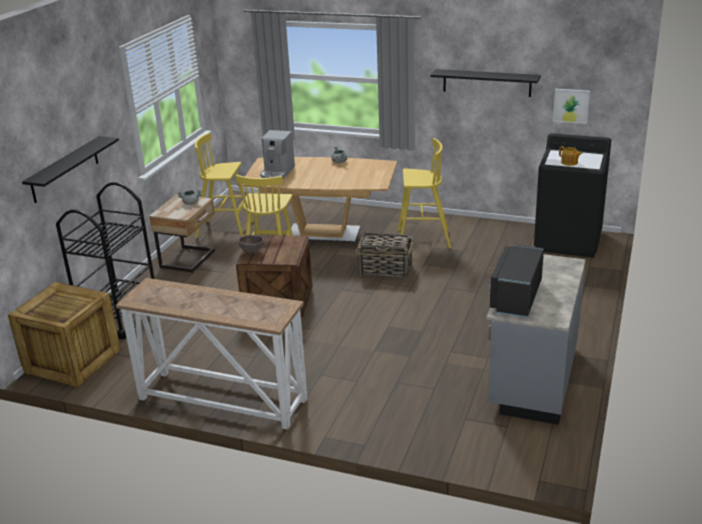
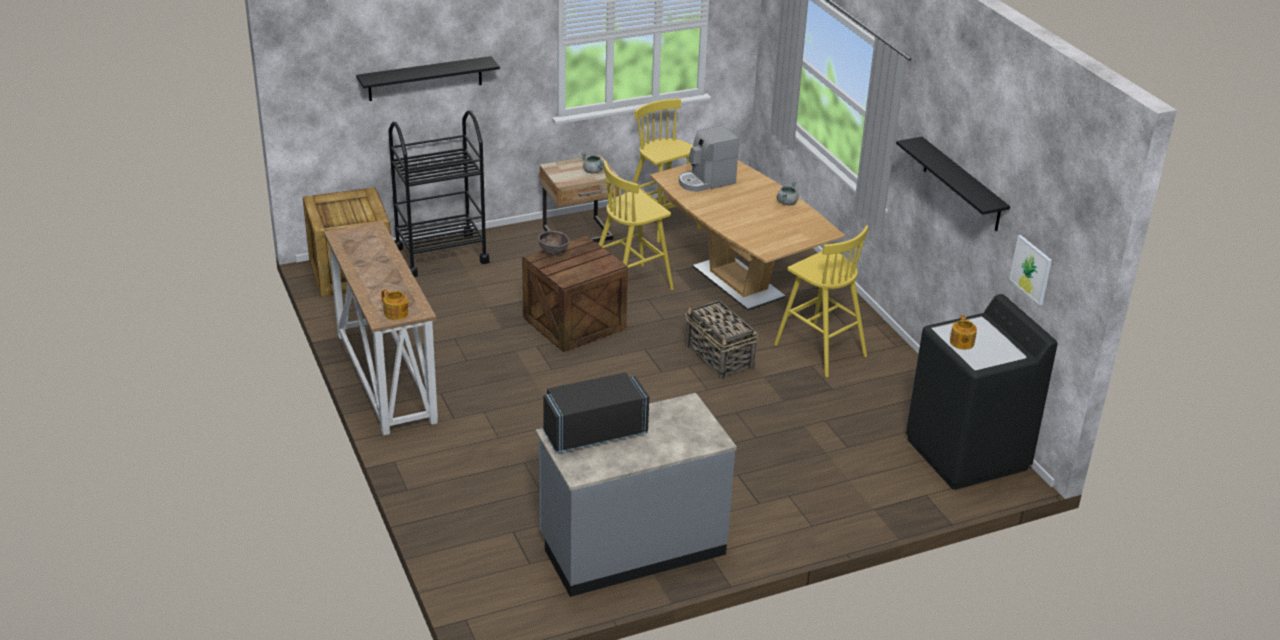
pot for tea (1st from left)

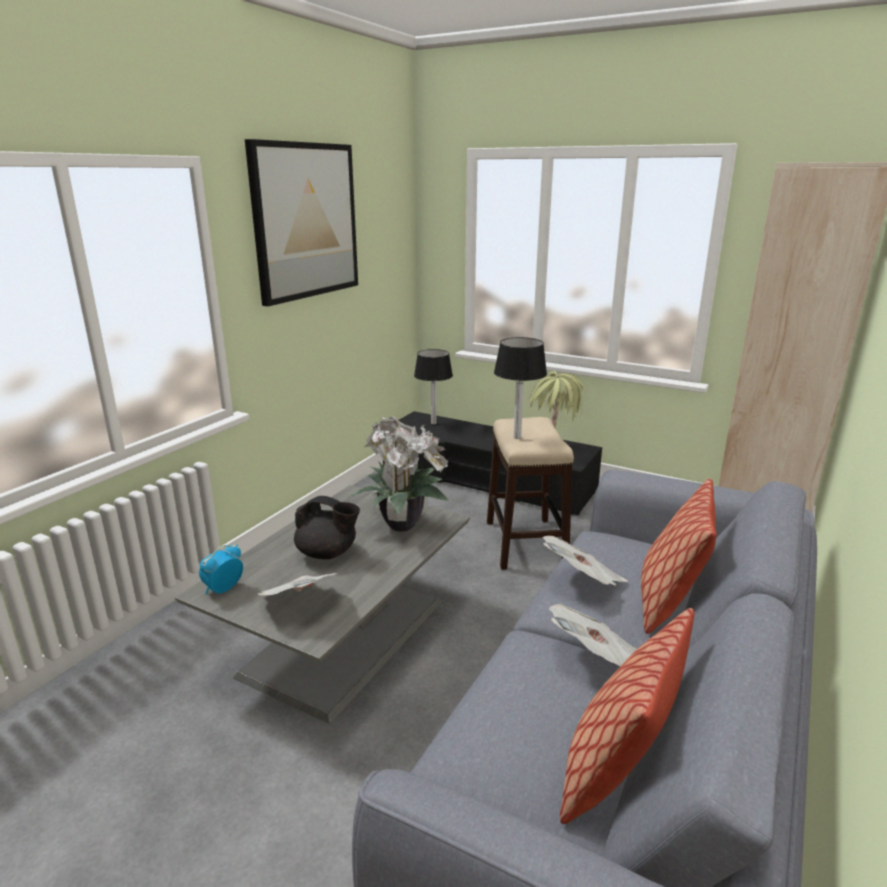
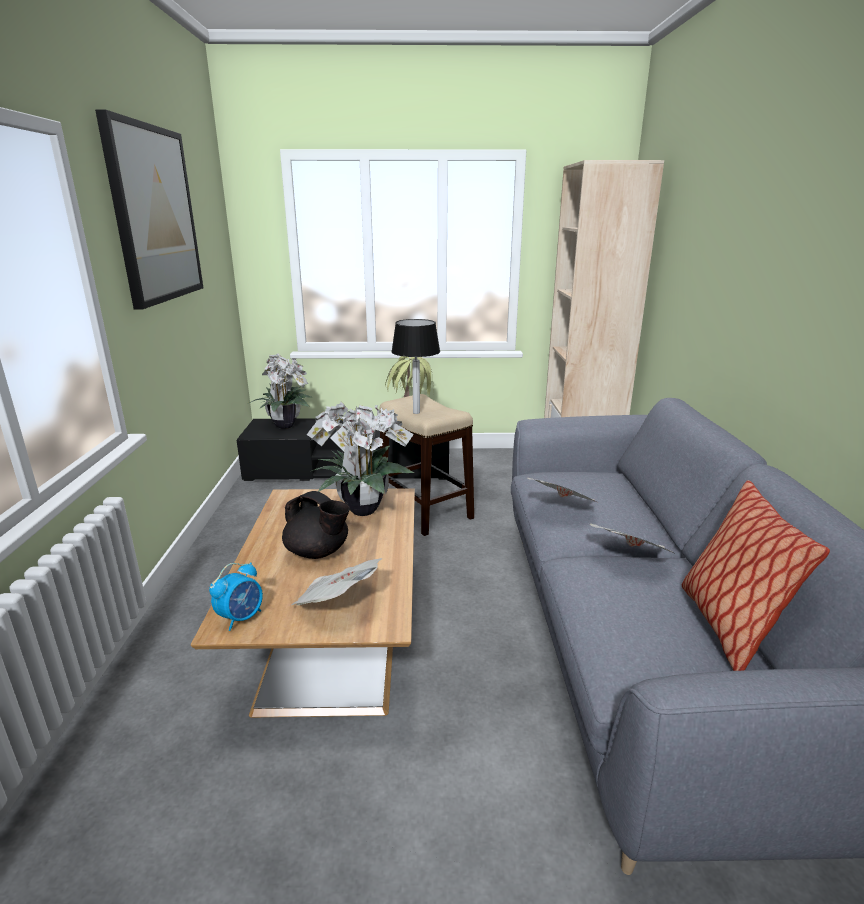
cushion (2nd from left in the first image); potted plant (1st from left); brown-coloured low table; alarm clock; black-coloured pot for tea

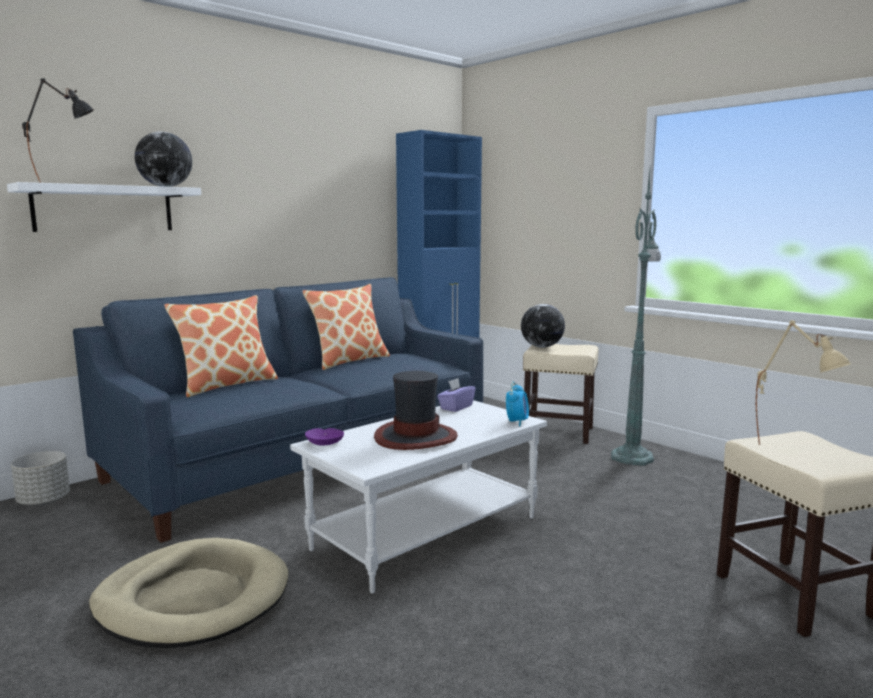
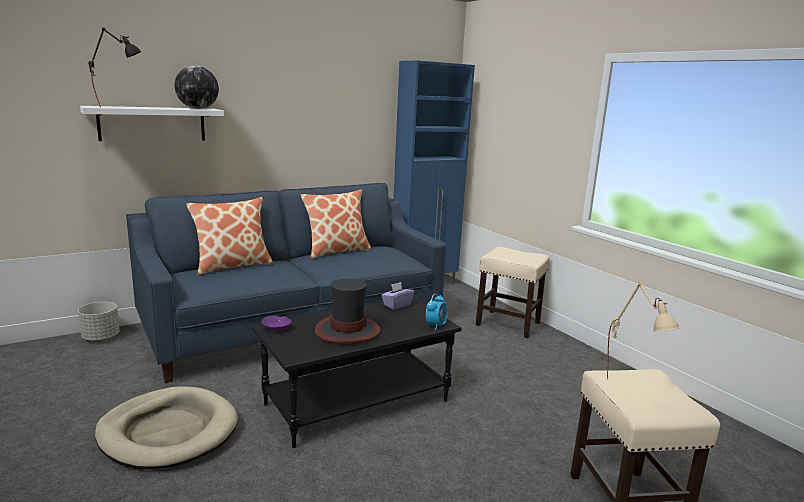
world globe (2nd from left in the first image); green standard lamp; black-coloured low table

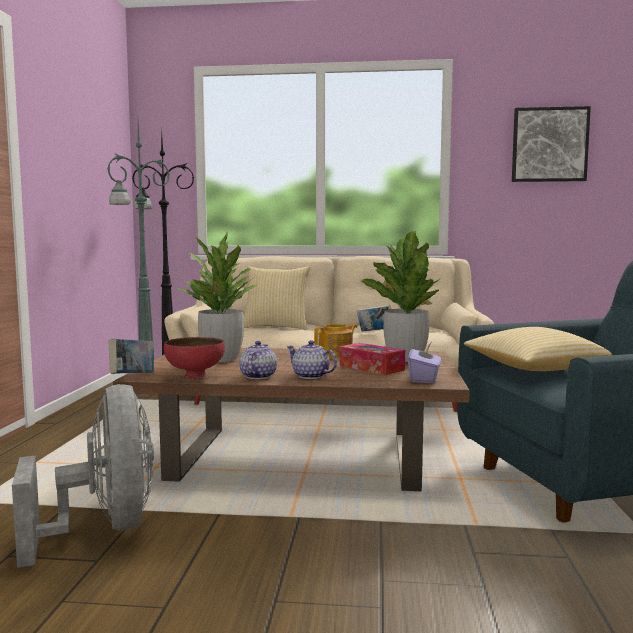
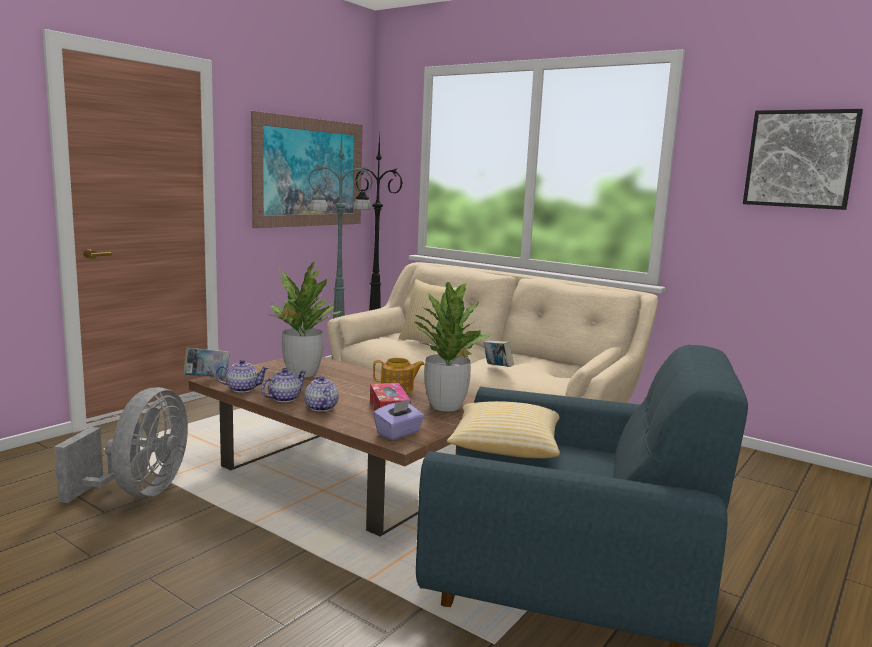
picture (1st from left); pot for tea (1st from left)

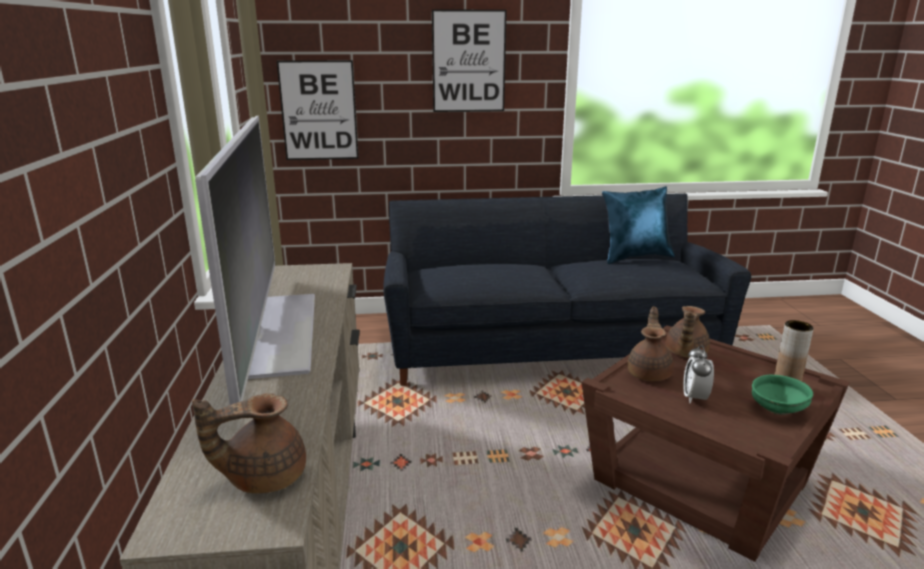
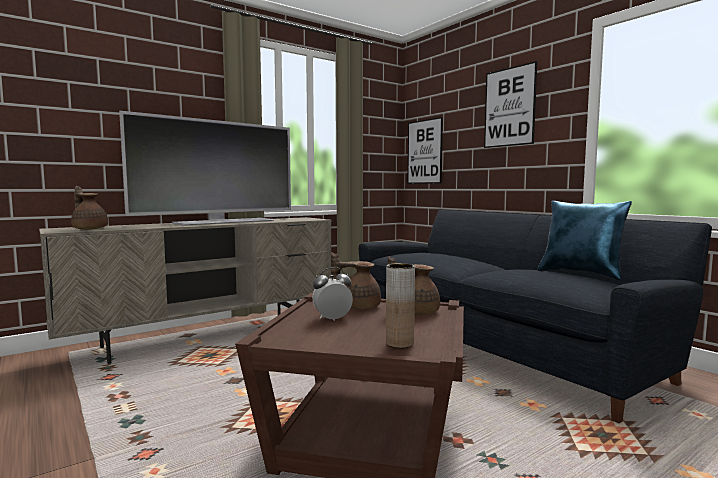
green serving bowl; brown-coloured pot for tea (2nd from left)

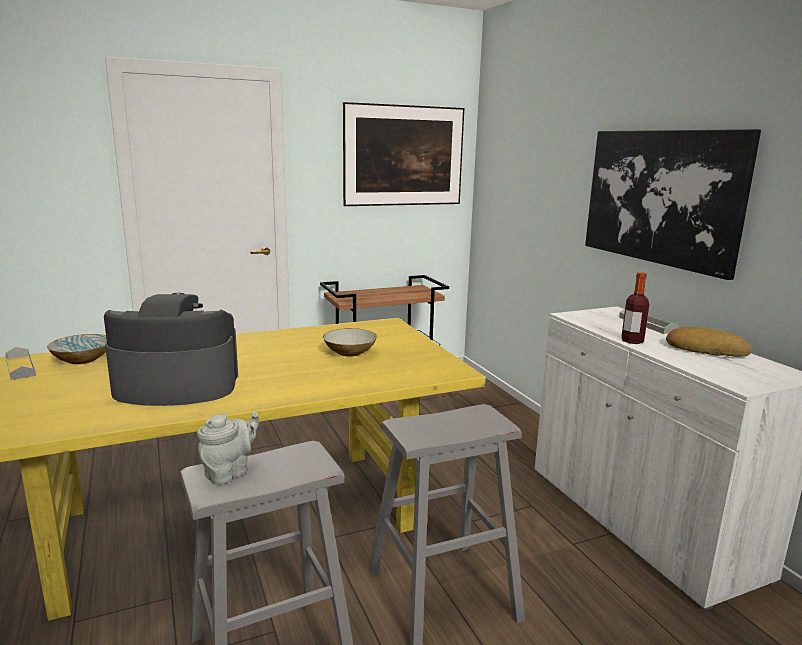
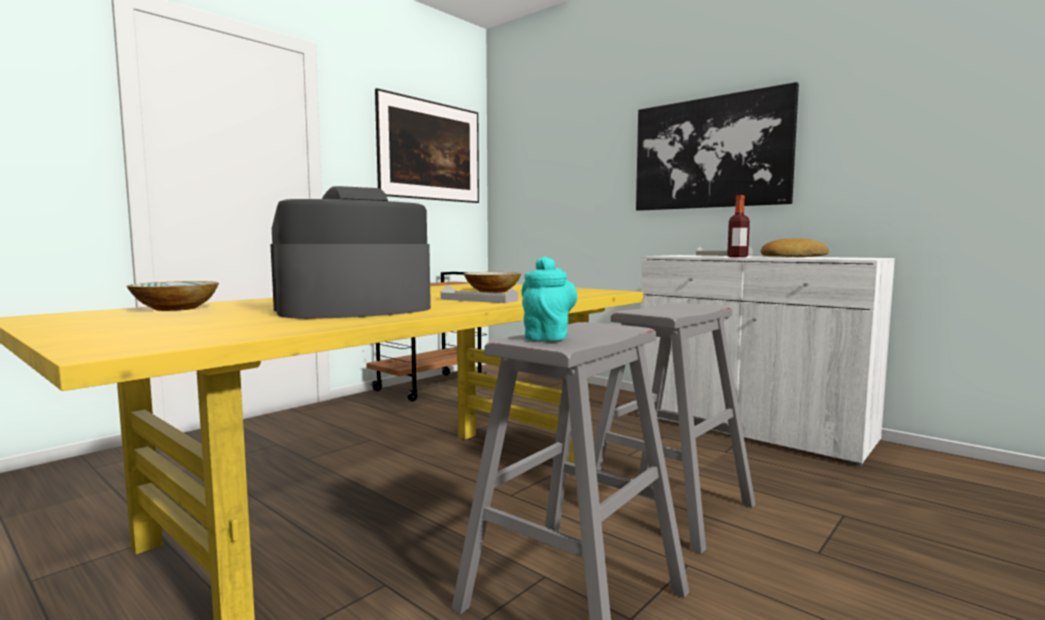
grey tray (1st from left); turquoise-coloured pot for tea

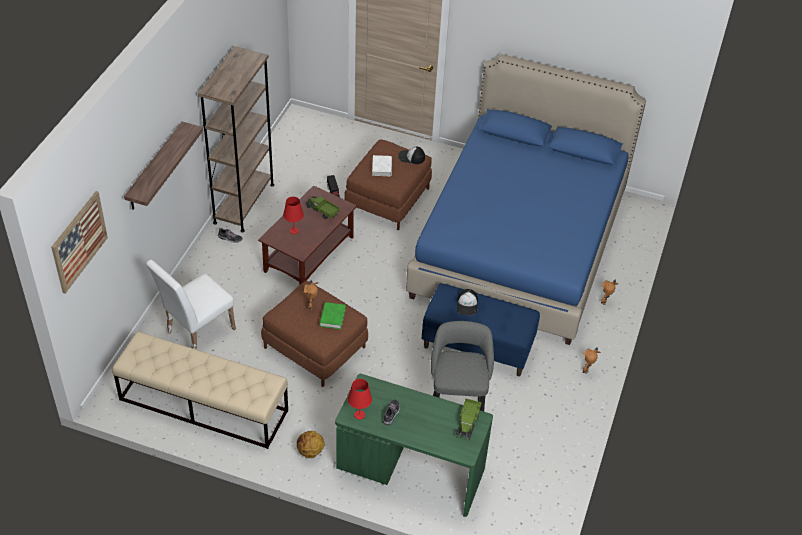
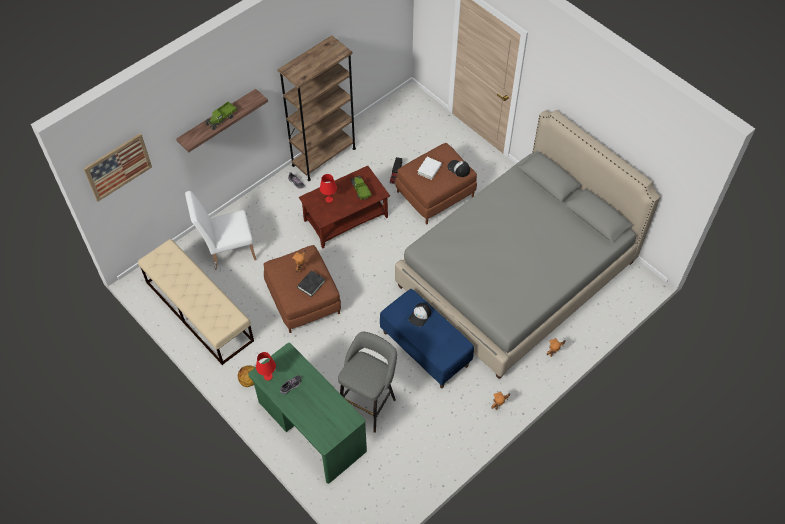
model truck (1st from left); black-coloured volume; grey bed

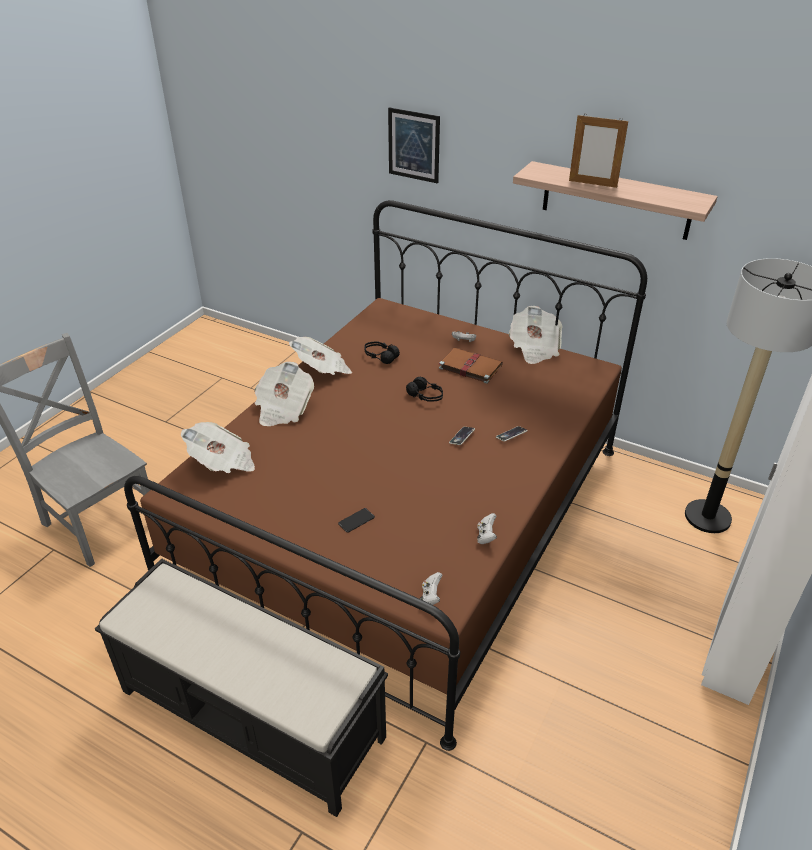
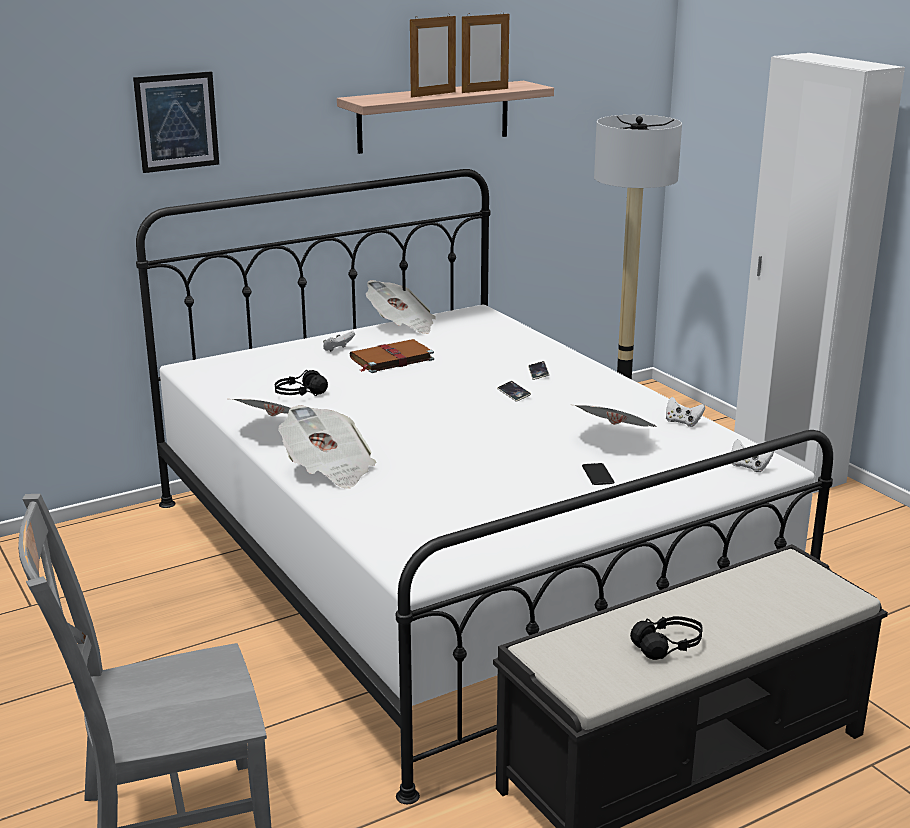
picture frame (2nd from left); daily paper (4th from left); black-coloured headset (2nd from left); white bed

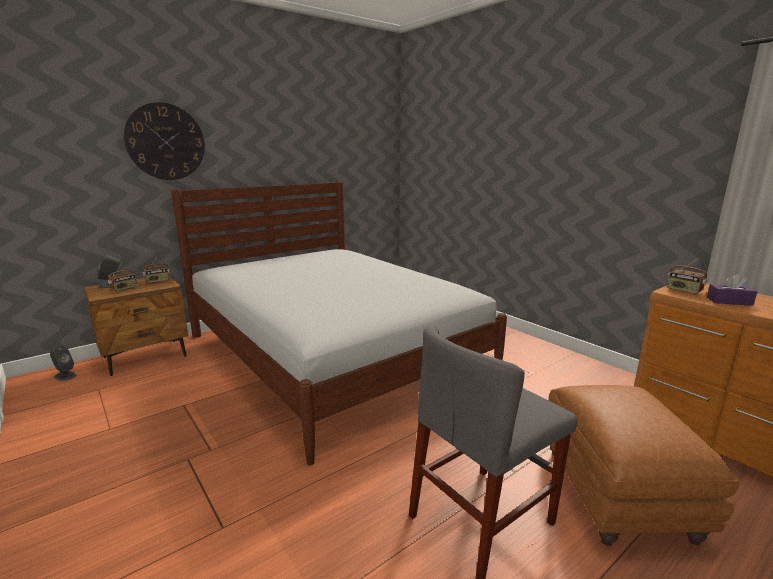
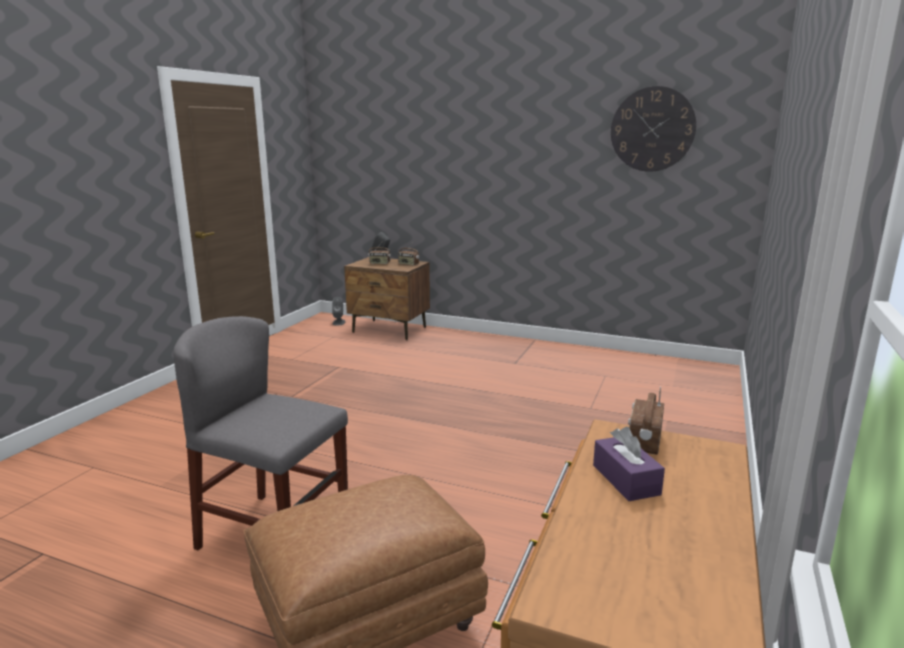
white bed; hanging clock

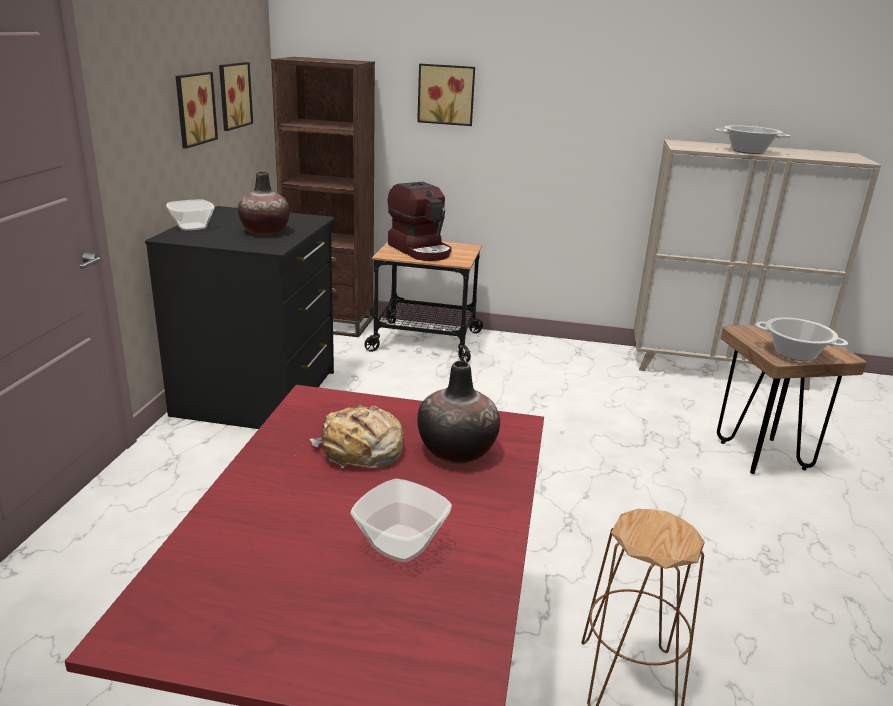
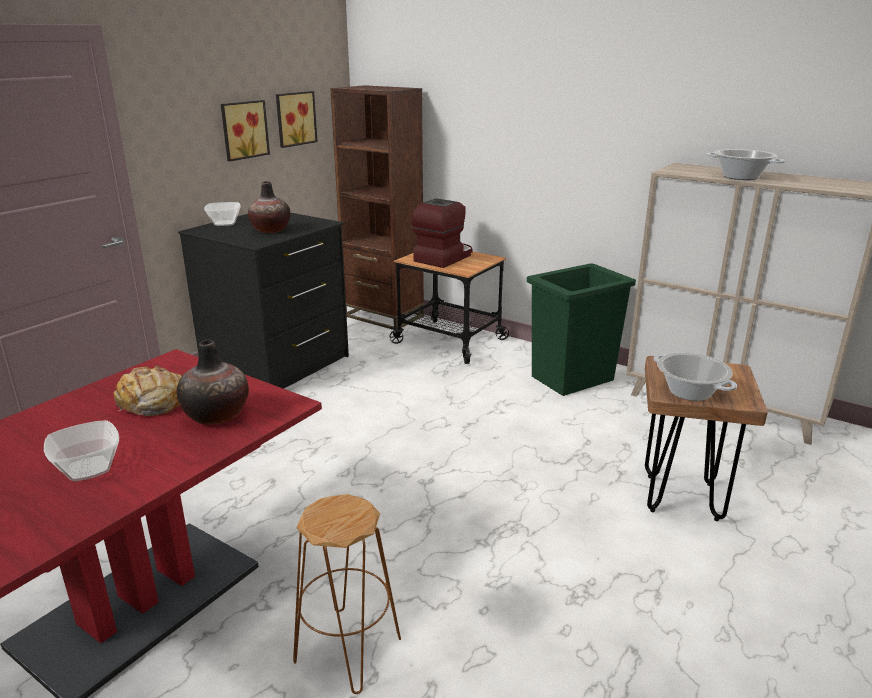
picture (3rd from left in the first image); green rubbish bin; coffee maker

